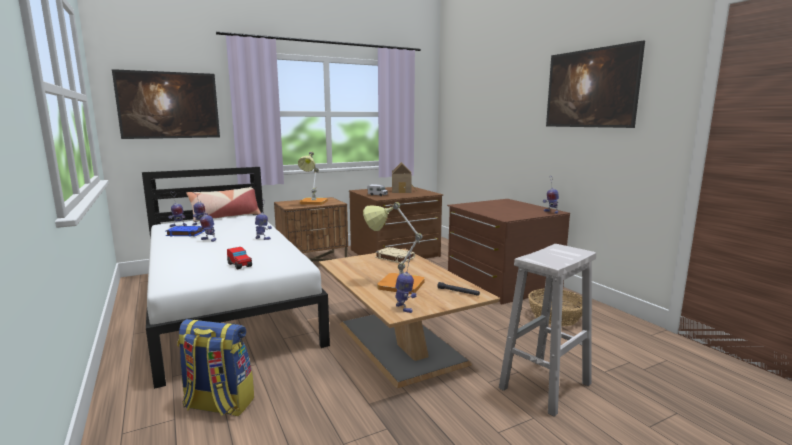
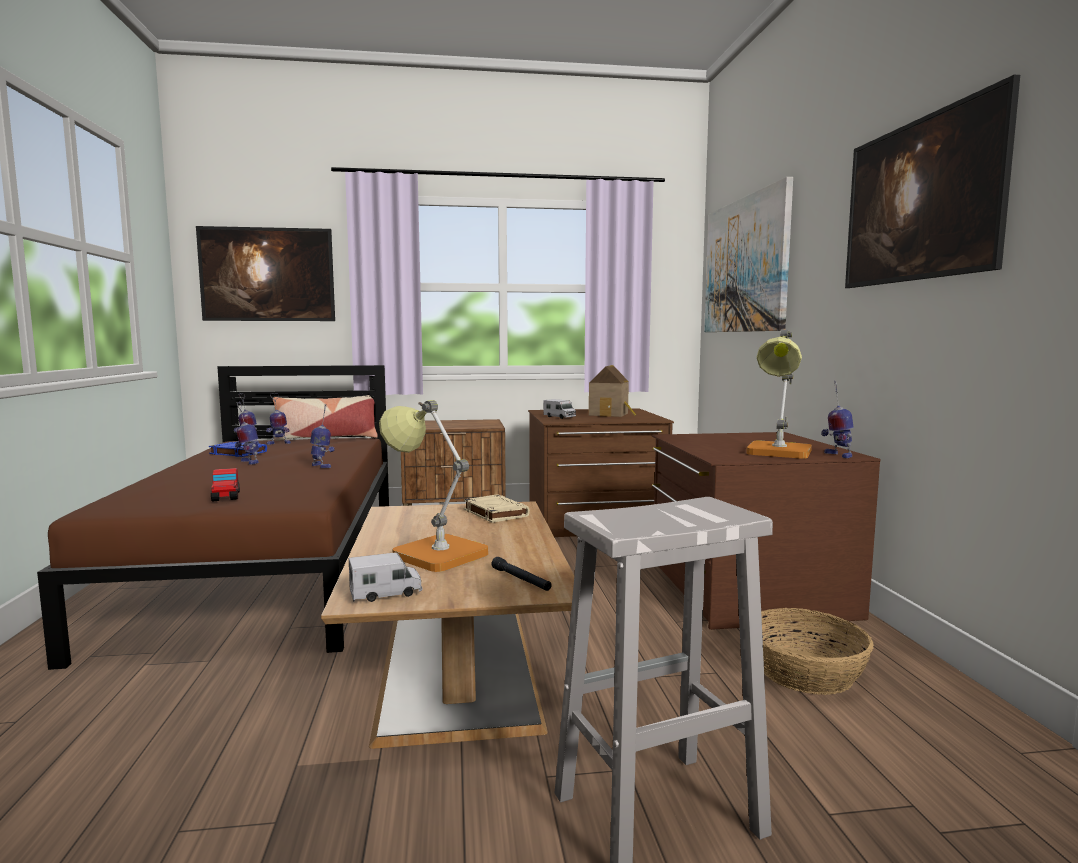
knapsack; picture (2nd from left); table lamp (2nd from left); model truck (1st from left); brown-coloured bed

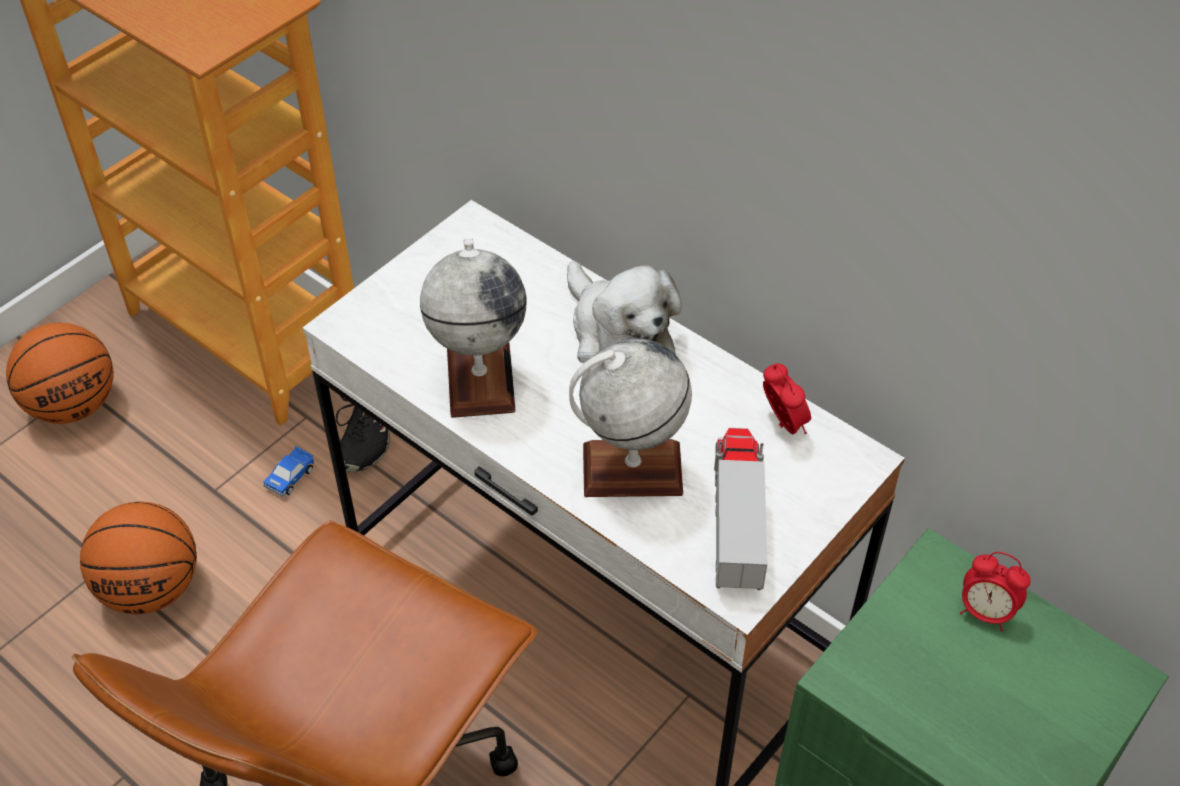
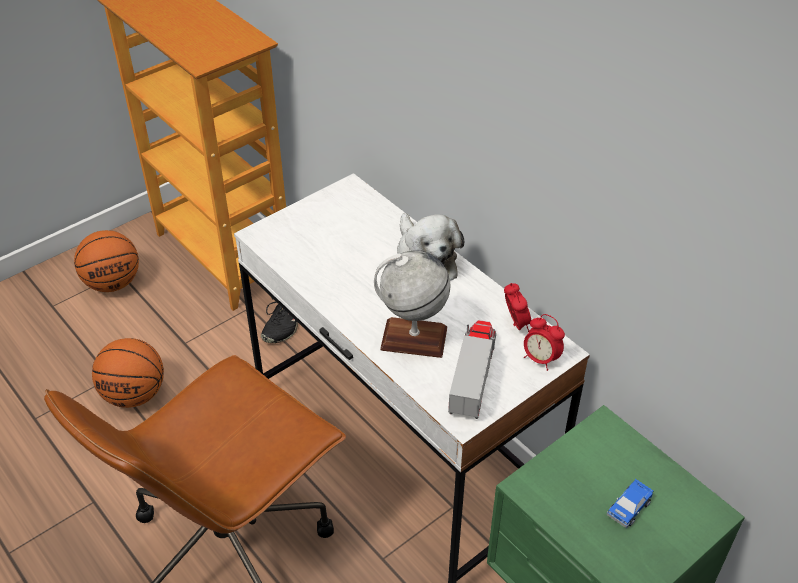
world globe (1st from left in the first image); miniature car; alarm clock (2nd from left)

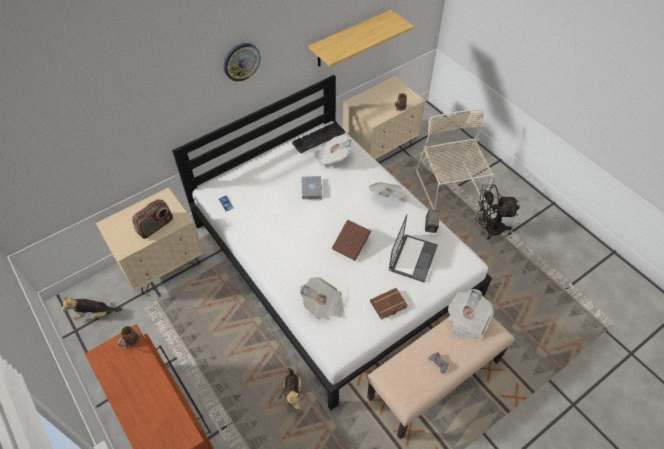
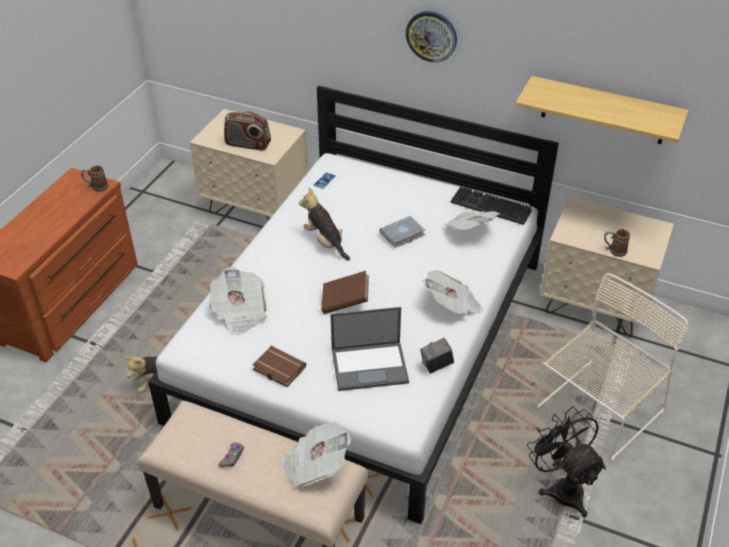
soft toy (2nd from left)

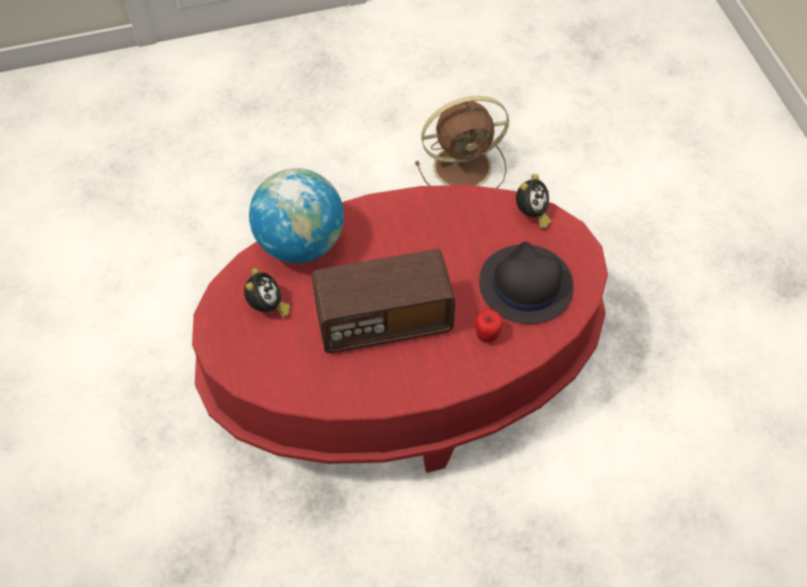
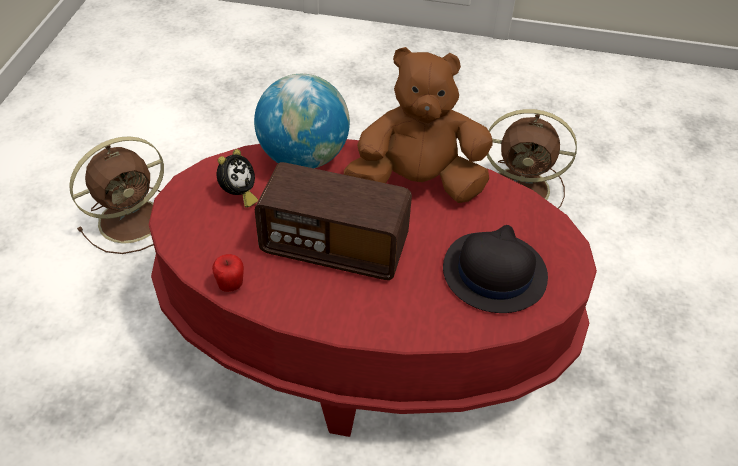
alarm clock (2nd from left in the first image); brown-coloured fan (1st from left); brown-coloured soft toy; whole apple

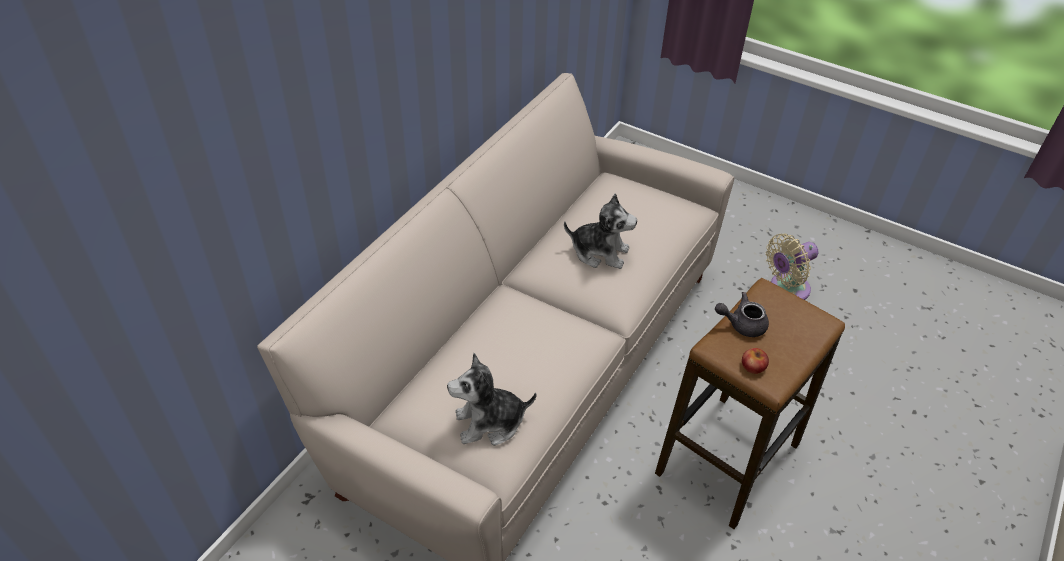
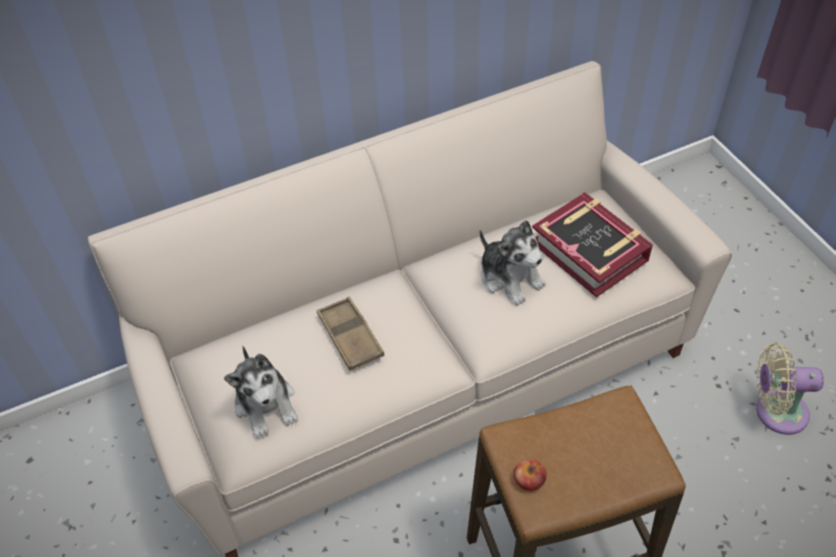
grey pot for tea; brown-coloured tray; volume; soft toy (1st from left)

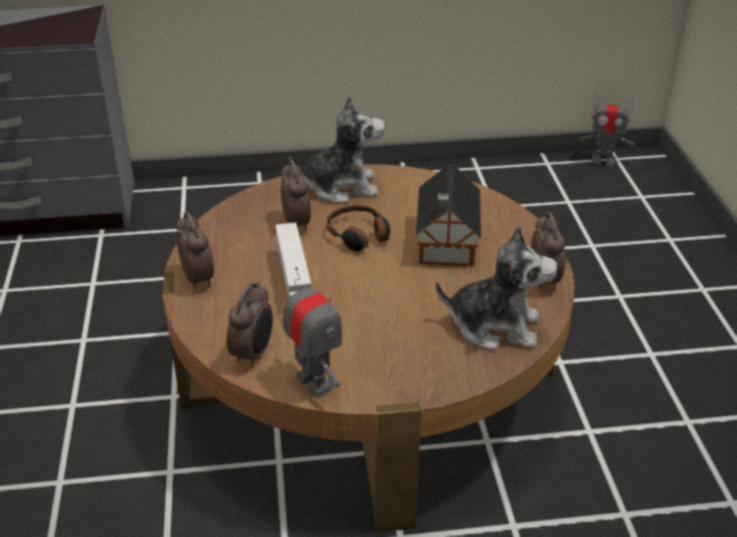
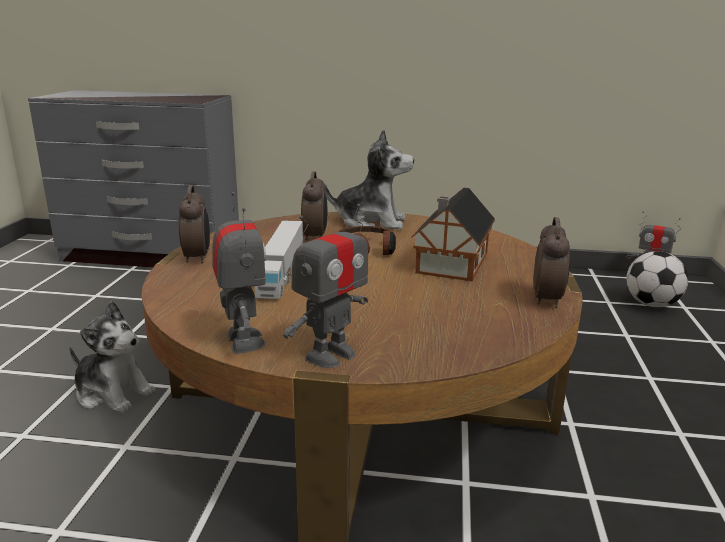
alarm clock (2nd from left in the first image); toy robot (2nd from left); football; soft toy (1st from left)

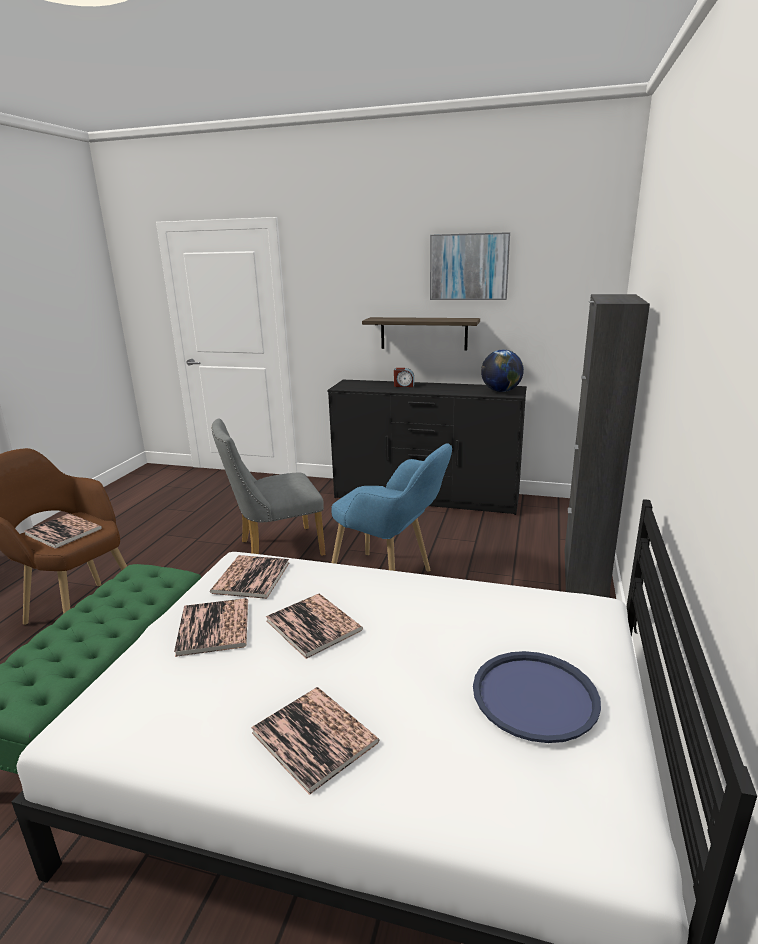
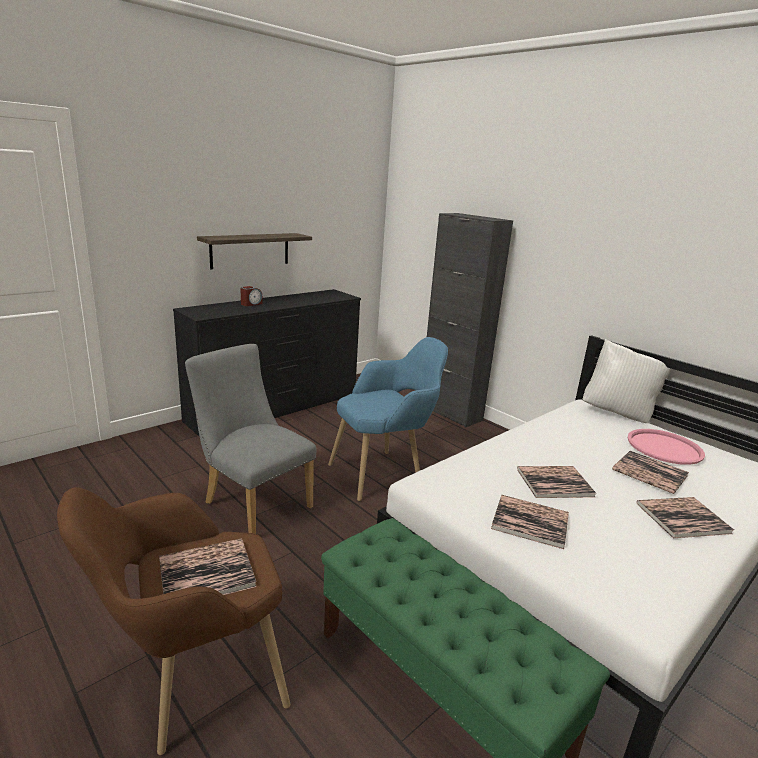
picture; world globe; white cushion; volume (4th from left); pink-coloured tray; grey chair

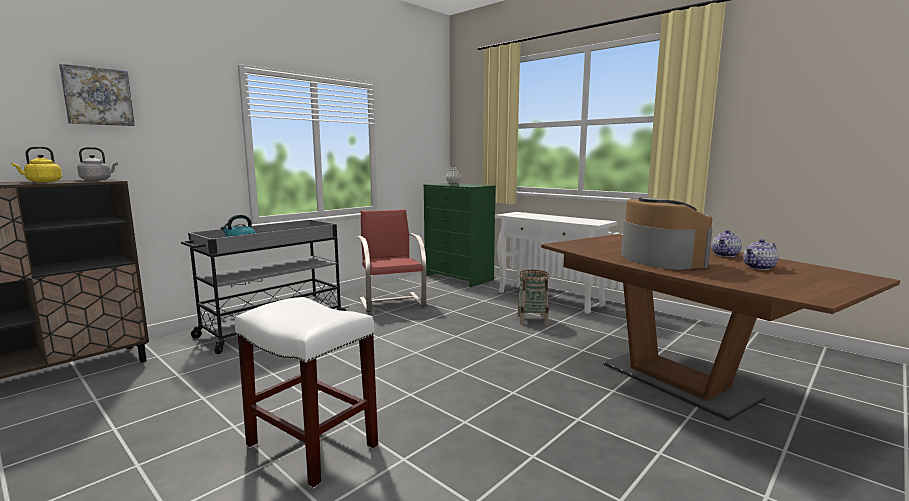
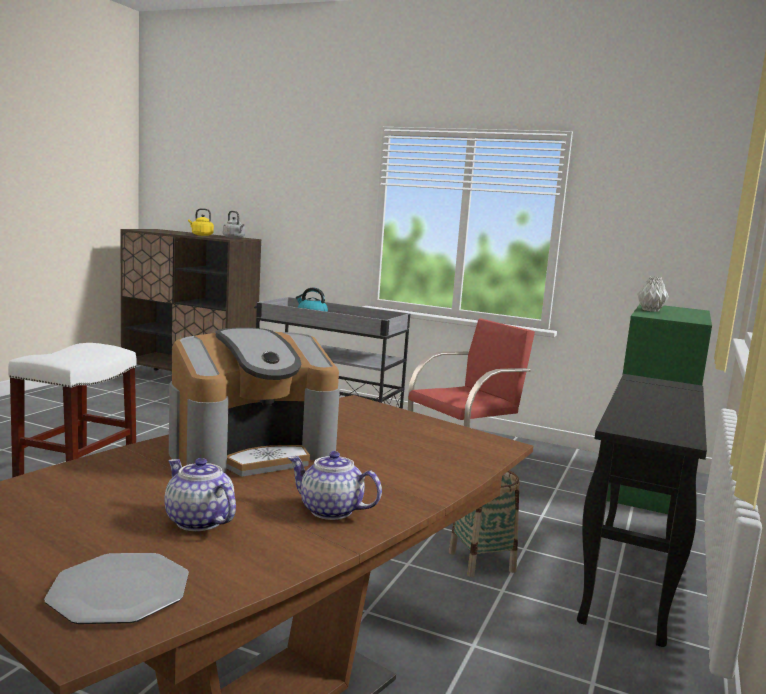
picture; plate; black-coloured hall table

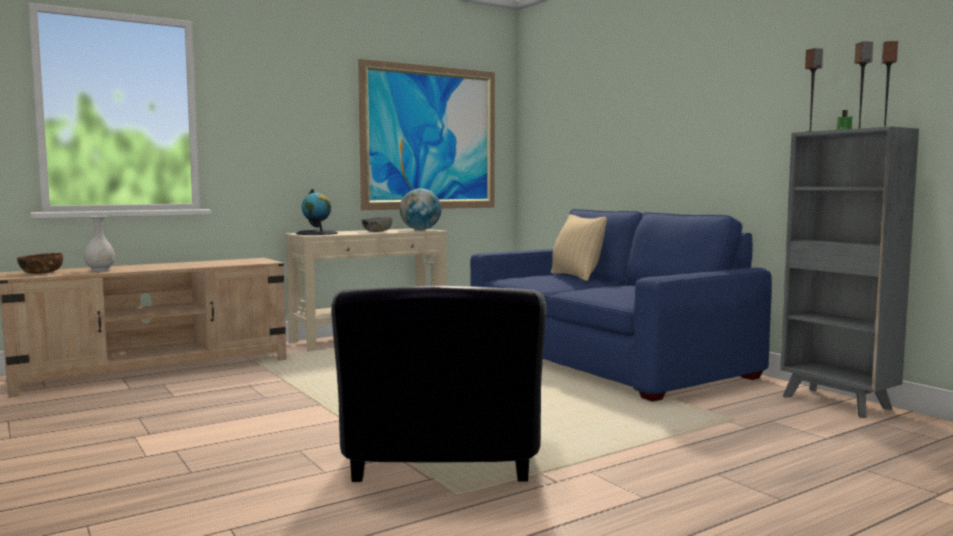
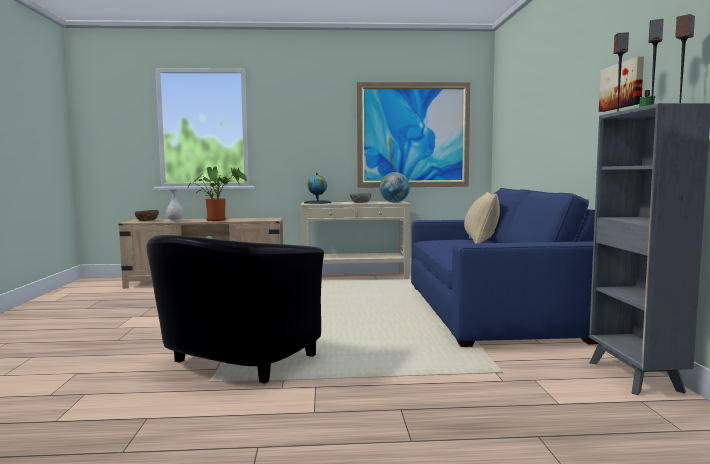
potted plant; picture (2nd from left)

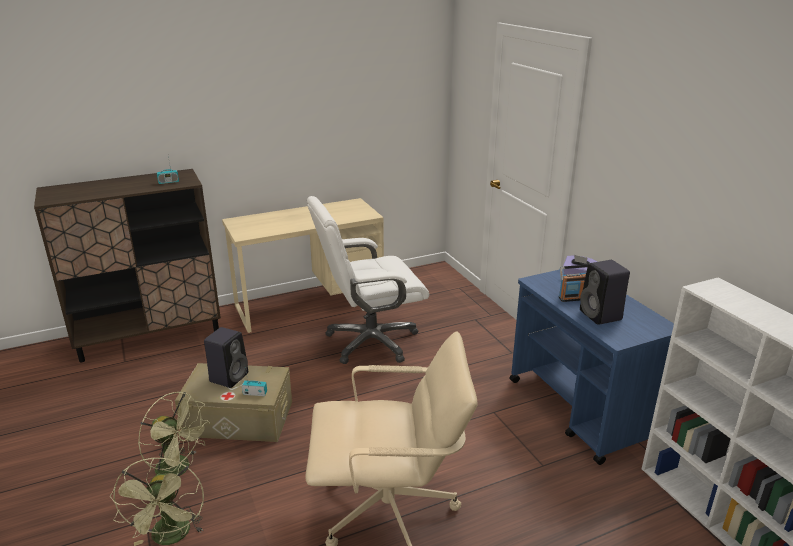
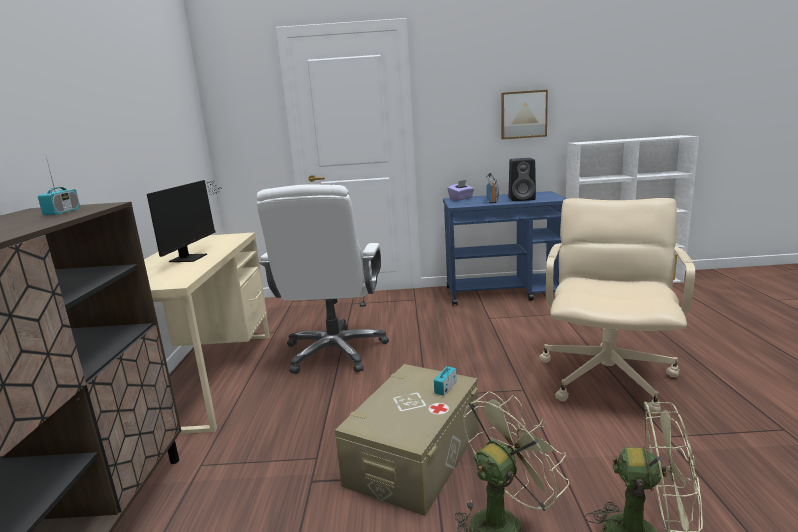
black-coloured speaker (1st from left in the first image); computer display; picture

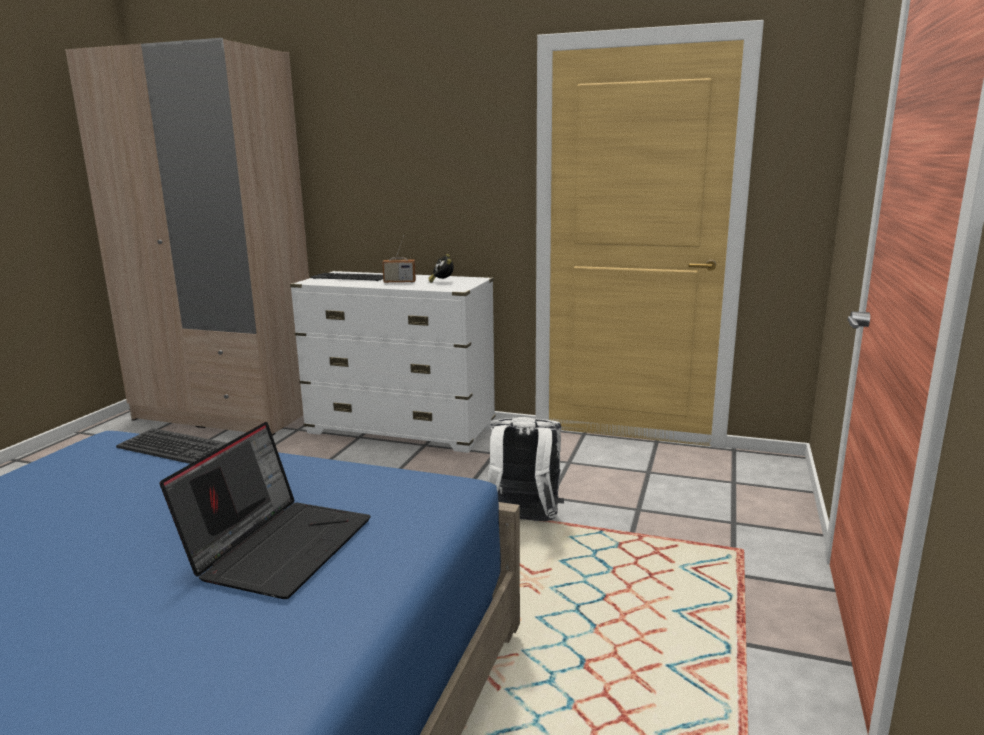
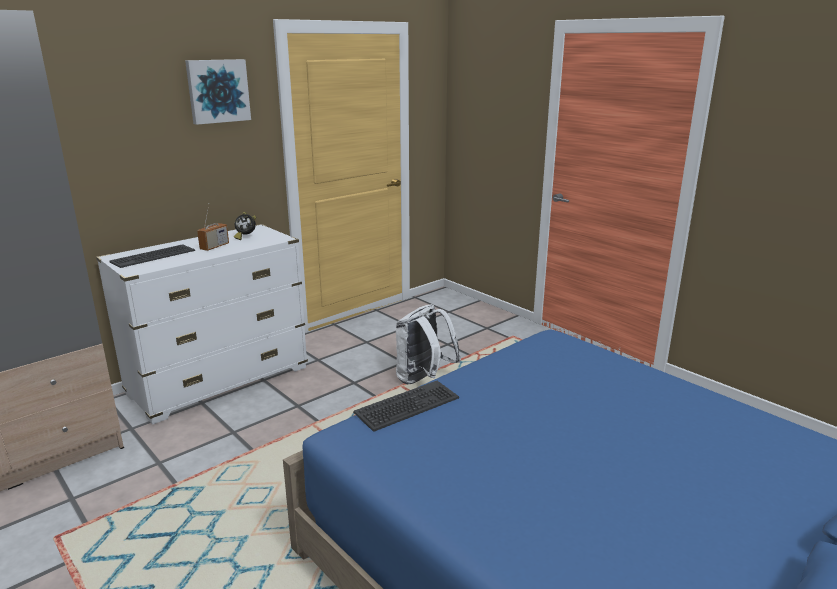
notebook computer; picture

